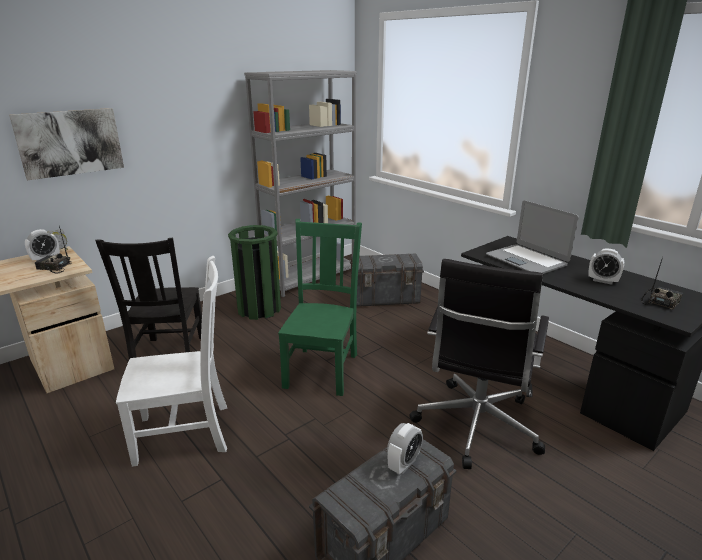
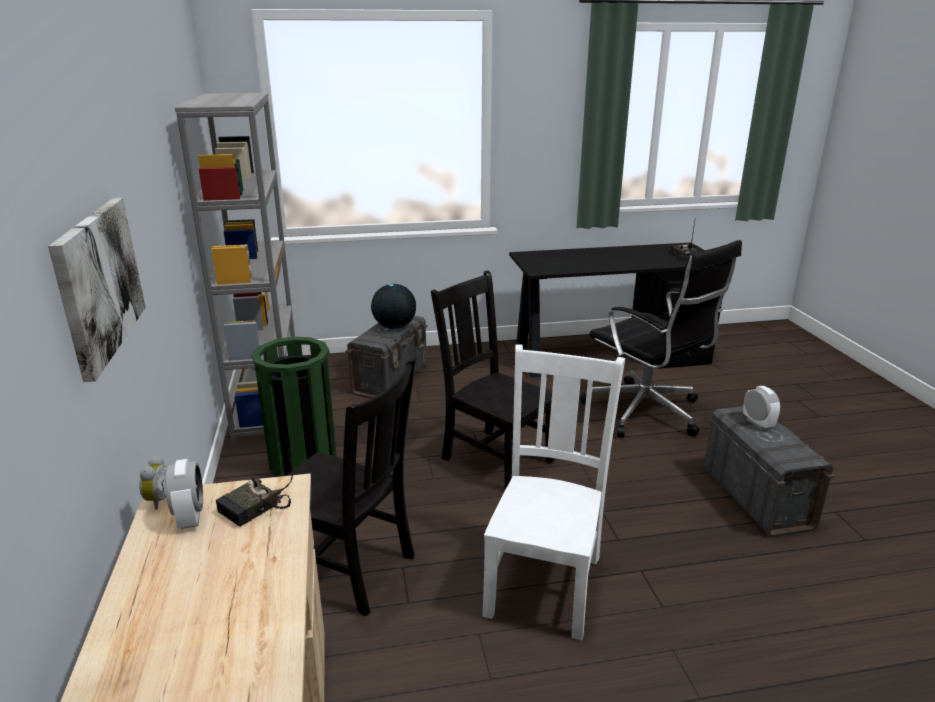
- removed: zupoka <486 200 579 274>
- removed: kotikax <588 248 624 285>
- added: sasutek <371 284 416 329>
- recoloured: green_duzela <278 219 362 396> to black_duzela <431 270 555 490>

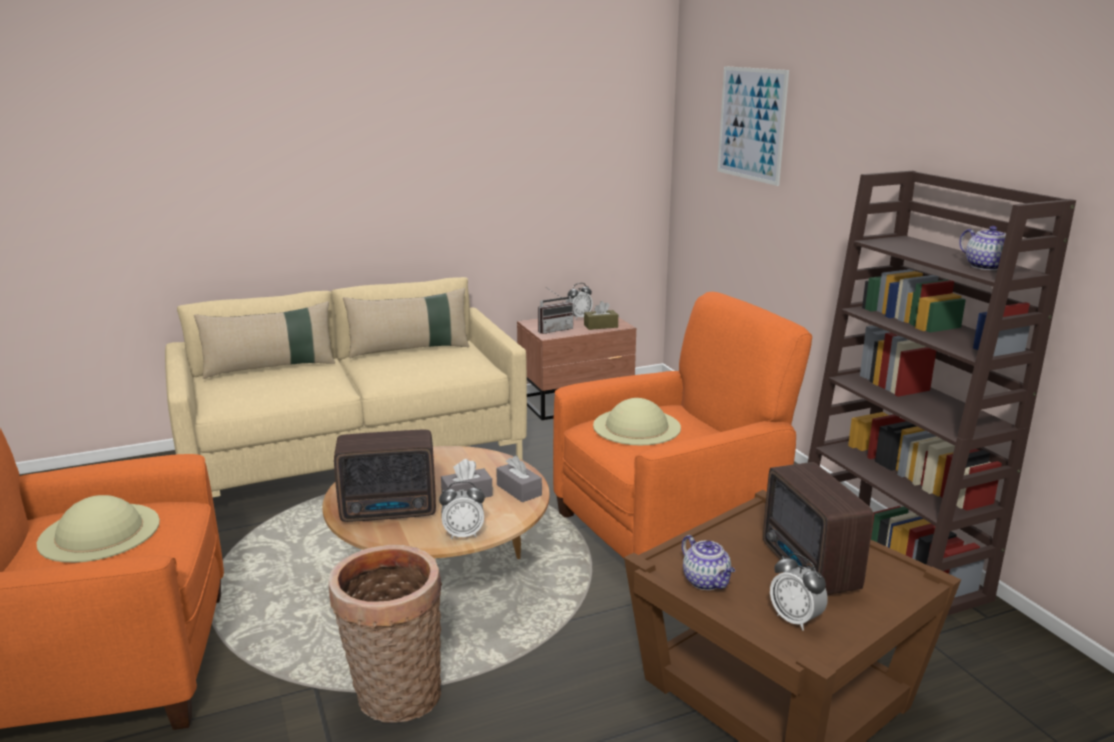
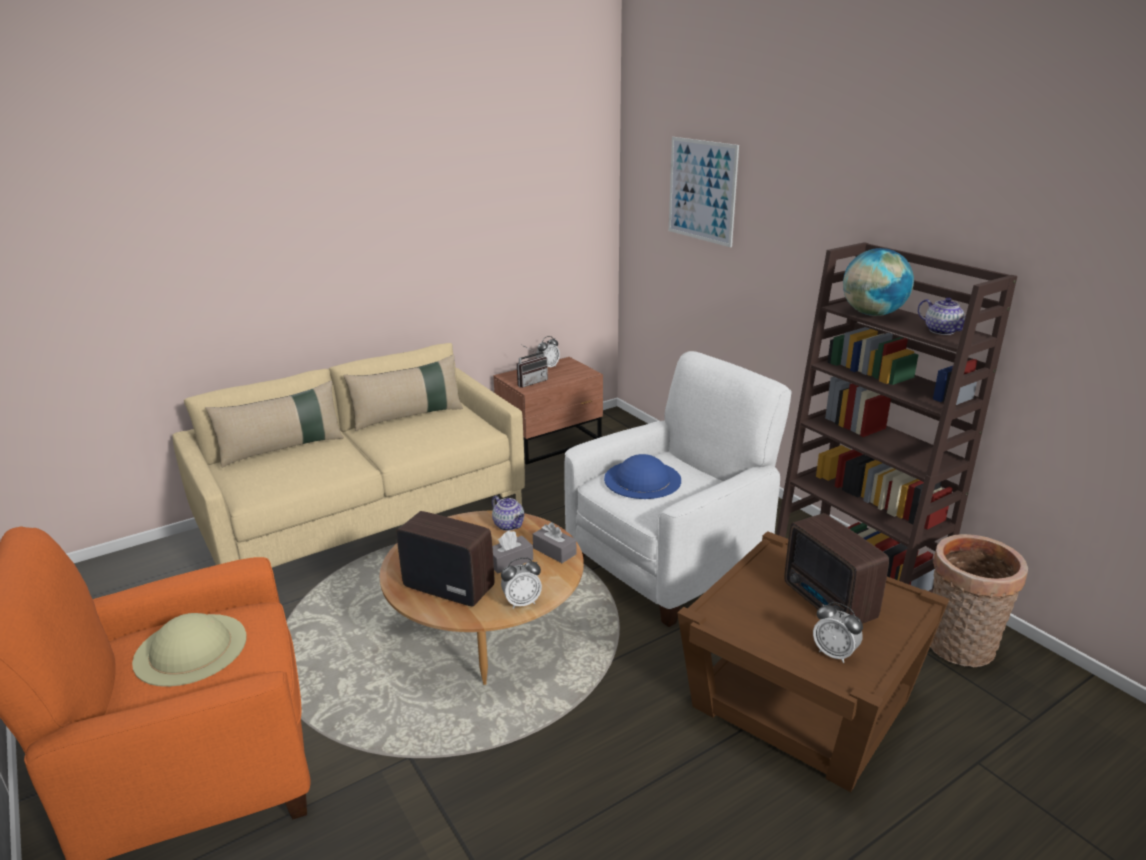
- removed: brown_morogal <584 301 618 330>
- added: sasutek <843 248 914 316>
- moved: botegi <328 545 442 723> to <930 534 1028 667>
- moved: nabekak <682 535 735 590> to <492 496 525 531>
- recoloured: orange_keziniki <553 292 812 558> to white_keziniki <564 351 792 627>
- recoloured: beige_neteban <593 398 681 445> to blue_neteban <604 454 681 499>
- turned: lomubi <334 430 436 522> = <396 511 494 607> 135 degrees counterclockwise

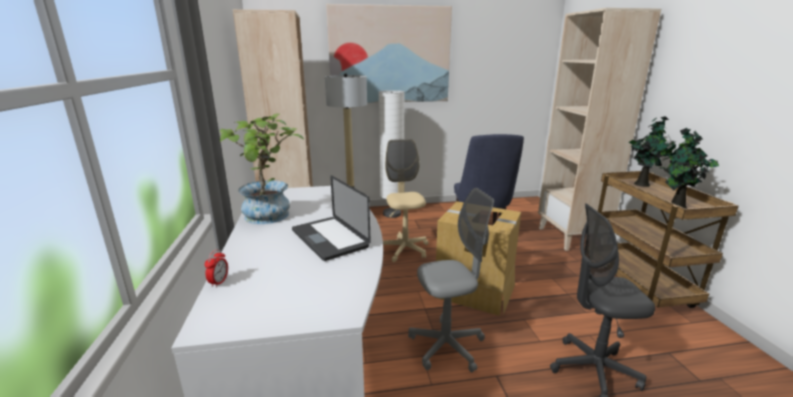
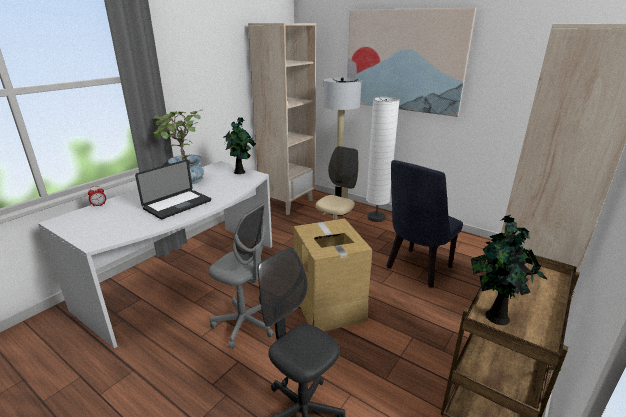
- moved: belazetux <628 116 676 187> to <224 117 256 174>
- turned: zupoka <292 175 371 261> = <135 160 211 219> 150 degrees counterclockwise

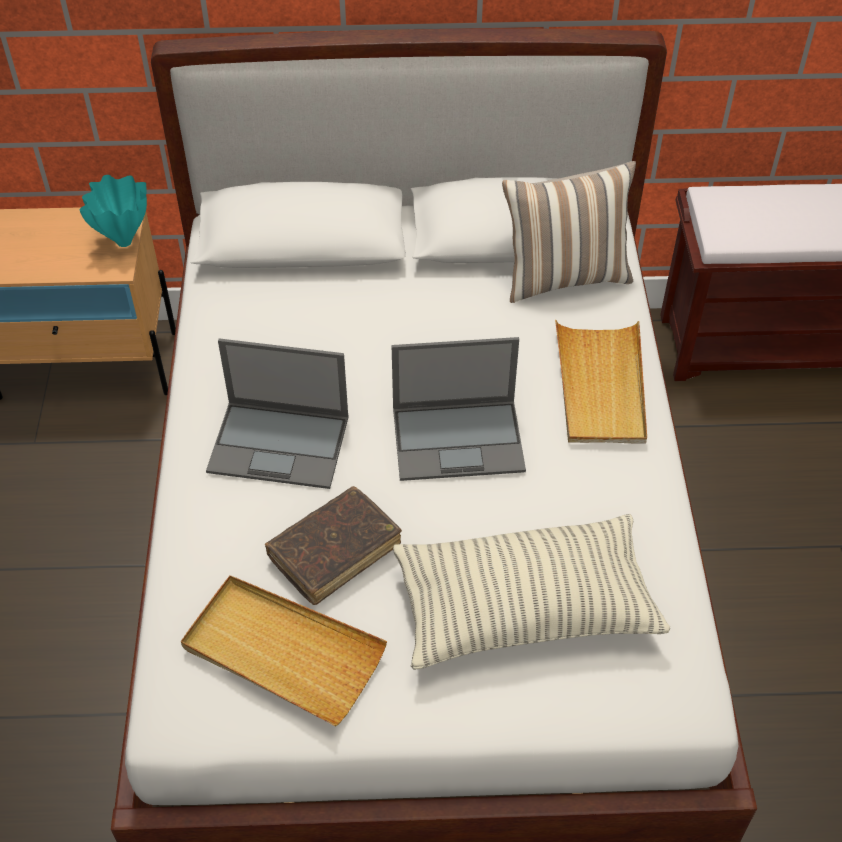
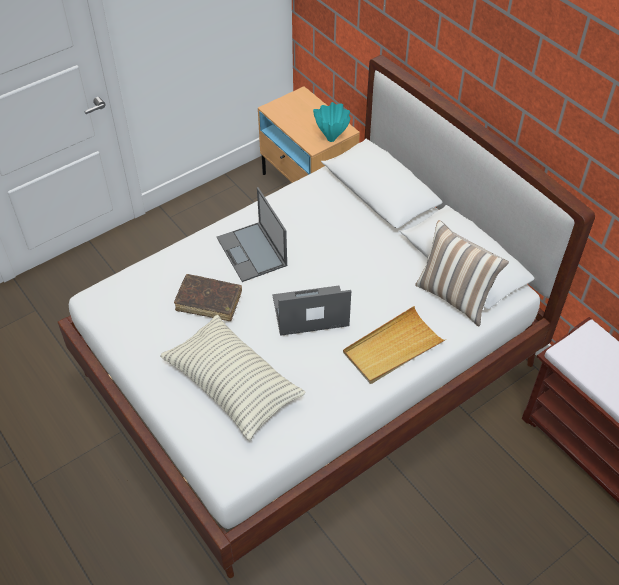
- removed: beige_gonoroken <181 575 387 726>
- turned: zupoka <392 337 526 481> = <272 285 351 336> 120 degrees clockwise

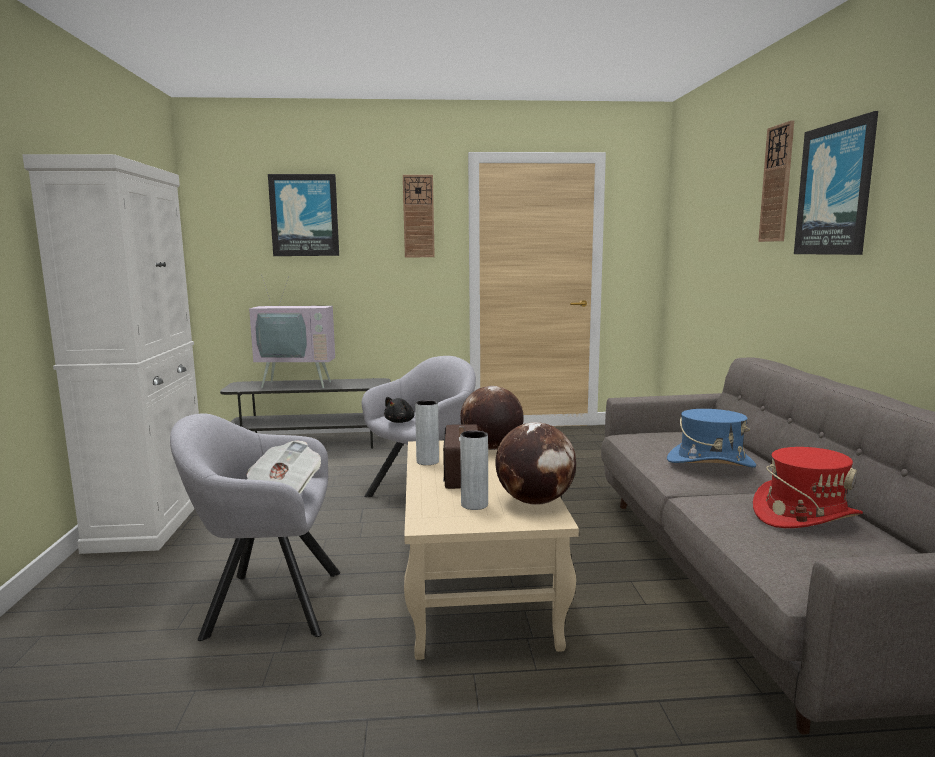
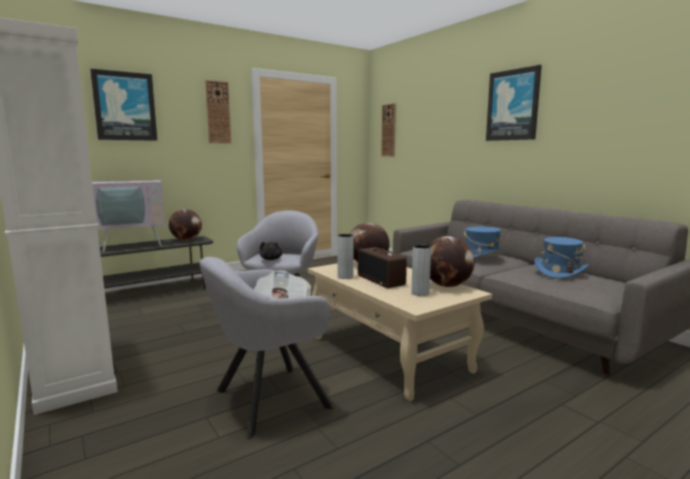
- added: sasutek <169 209 202 241>
- moved: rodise <758 120 794 242> to <381 103 396 157>
- recoloured: red_neteban <753 447 863 528> to blue_neteban <535 237 589 279>

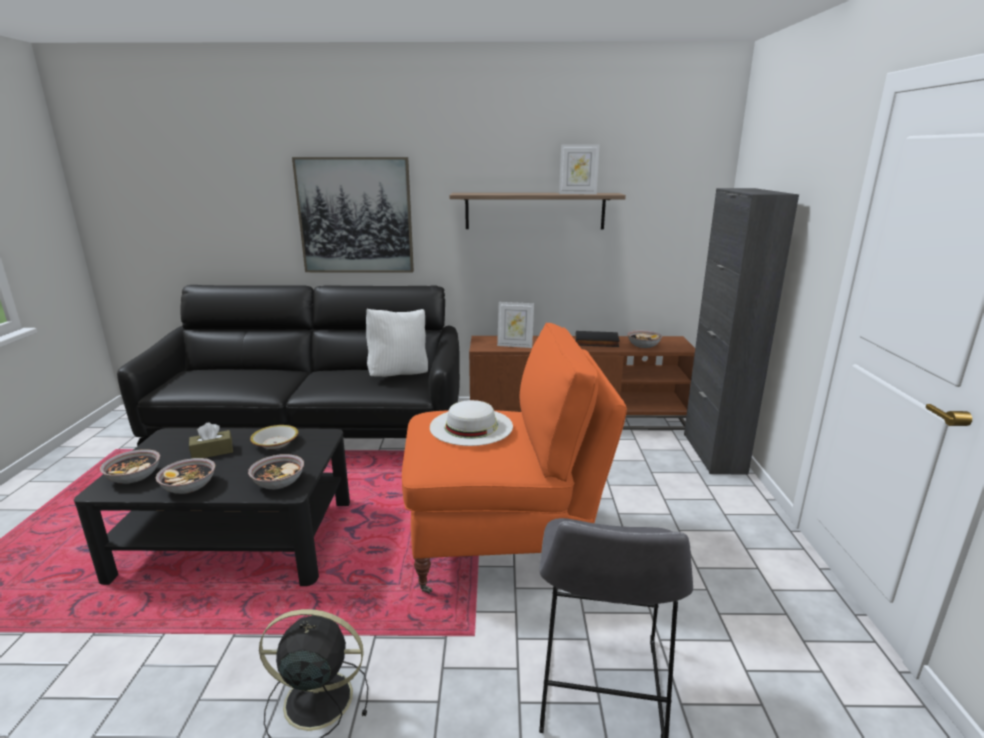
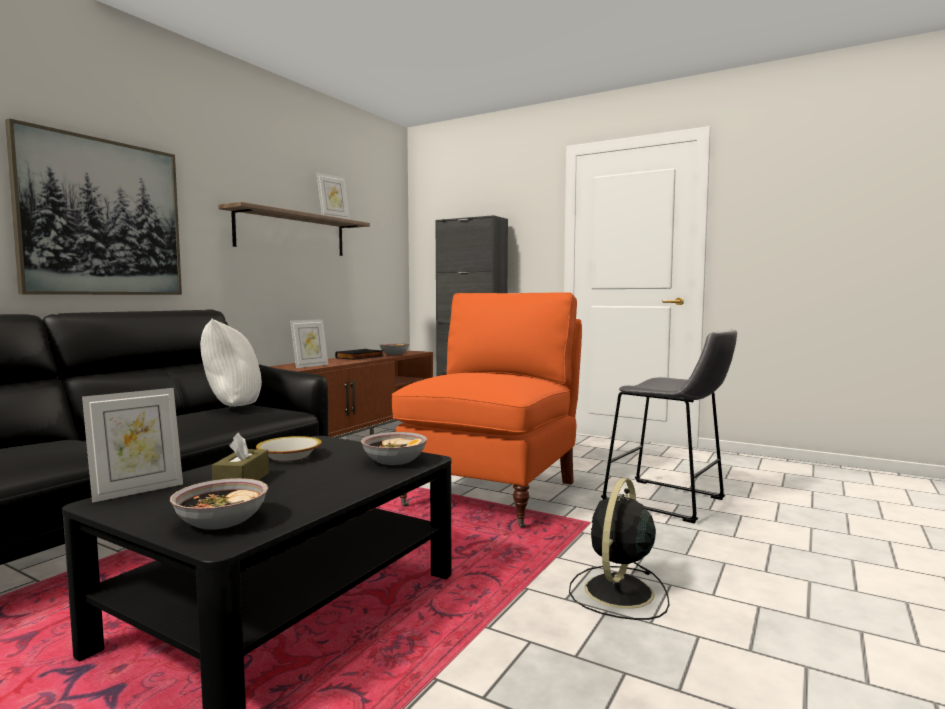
- removed: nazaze <156 458 215 494>
- removed: white_neteban <430 400 513 446>
- added: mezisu <82 388 183 503>

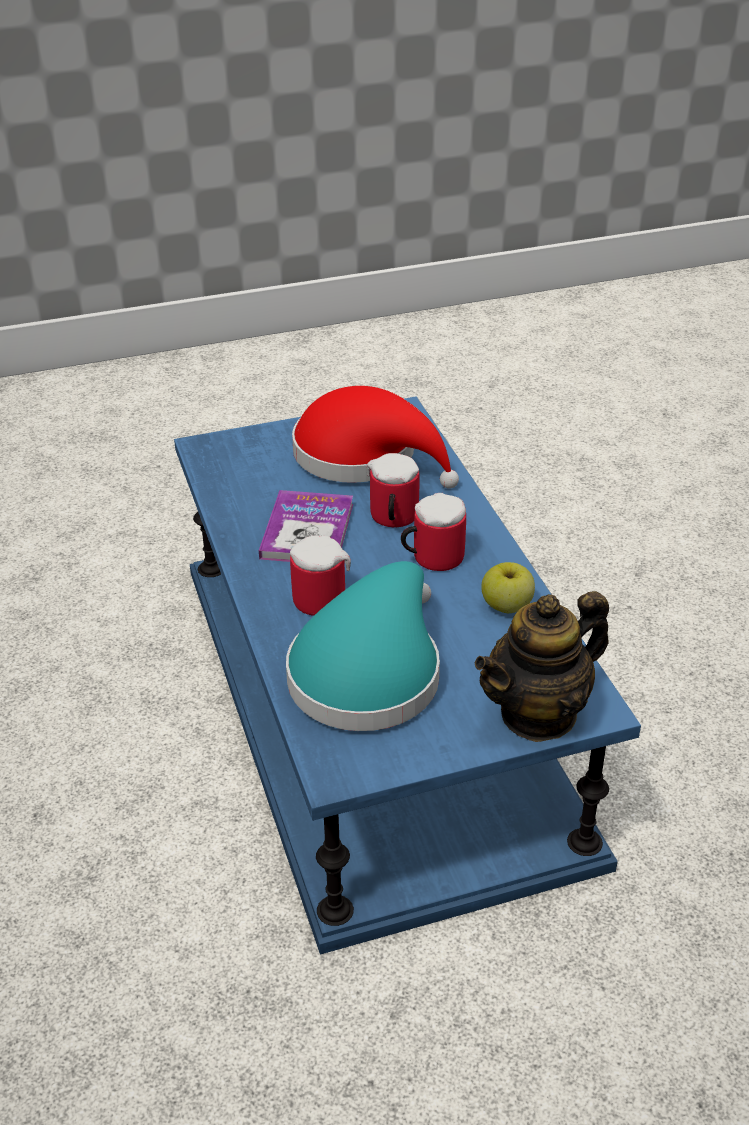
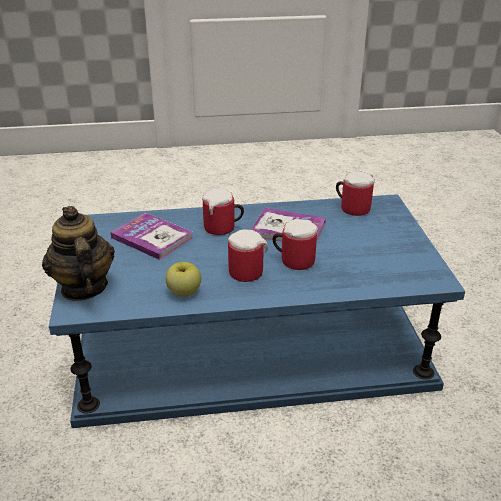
- removed: red_neteban <292 386 459 489>
- added: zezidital <336 171 375 216>
- replaced: turquoise_neteban <286 561 440 731> to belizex <110 213 193 260>

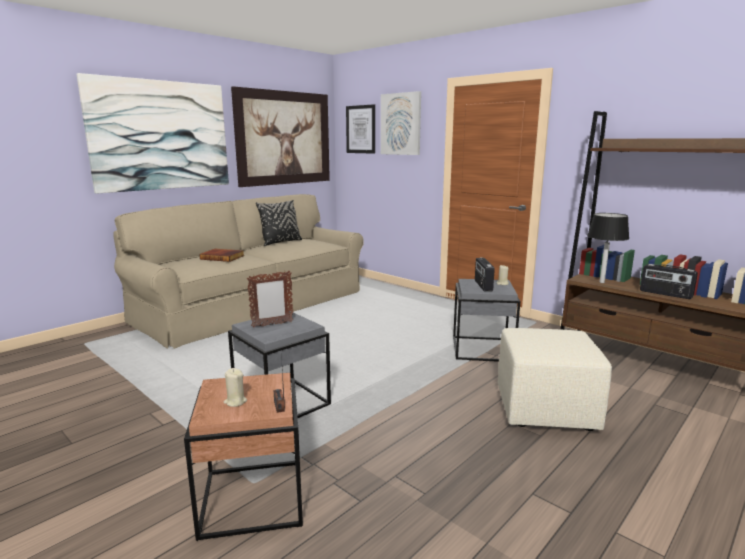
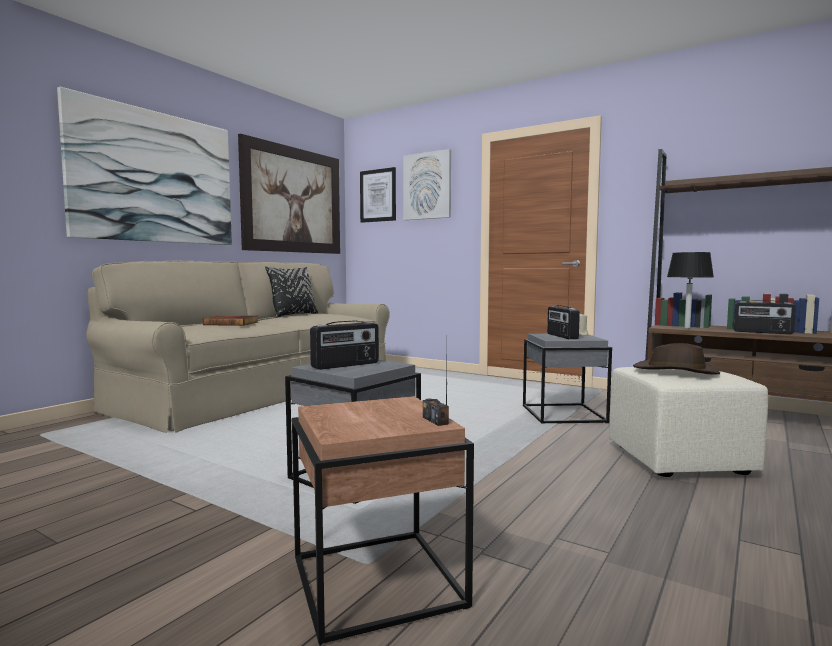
- removed: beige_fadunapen <224 368 247 407>
- added: brown_neteban <633 343 720 375>
- replaced: mezisu <247 271 294 328> to lomubi <310 321 379 370>

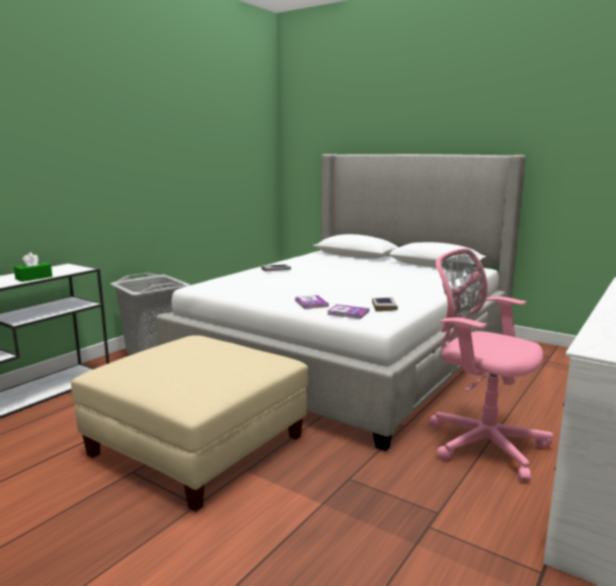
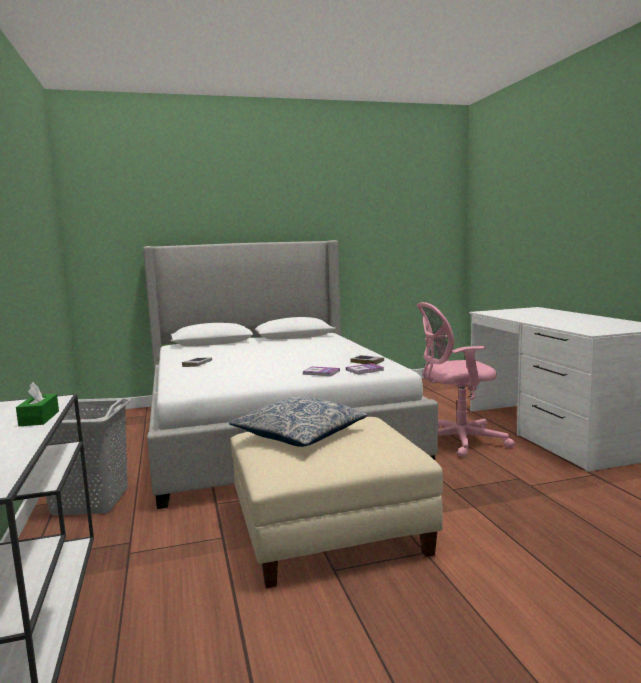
- added: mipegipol <229 396 368 447>

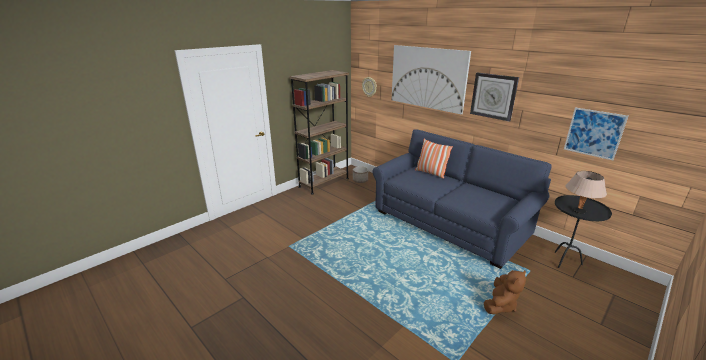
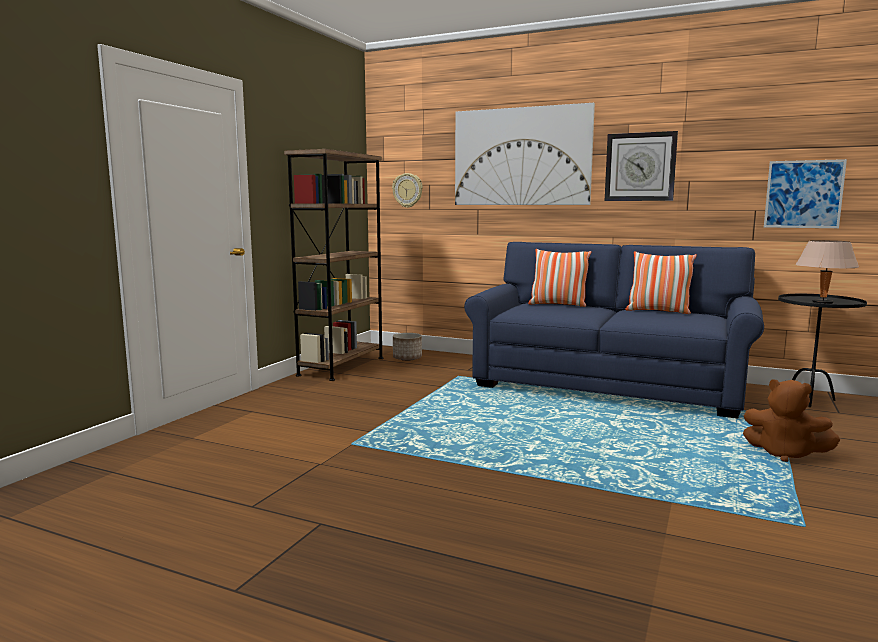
- added: mipegipol <625 251 697 314>
- turned: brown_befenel <484 270 526 315> = <743 379 840 462> 105 degrees clockwise

